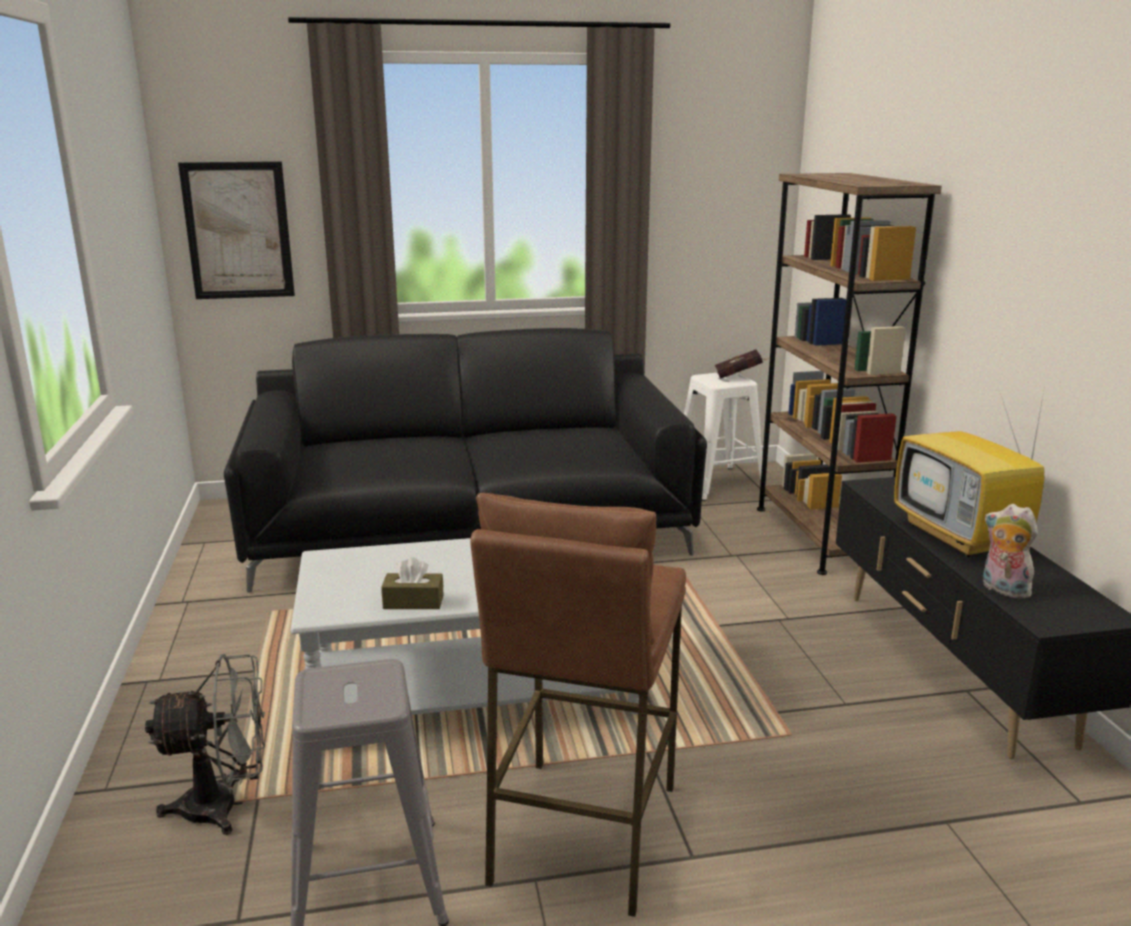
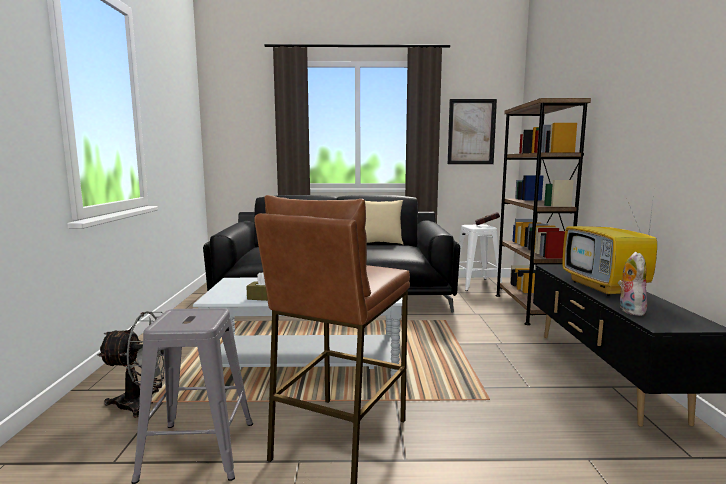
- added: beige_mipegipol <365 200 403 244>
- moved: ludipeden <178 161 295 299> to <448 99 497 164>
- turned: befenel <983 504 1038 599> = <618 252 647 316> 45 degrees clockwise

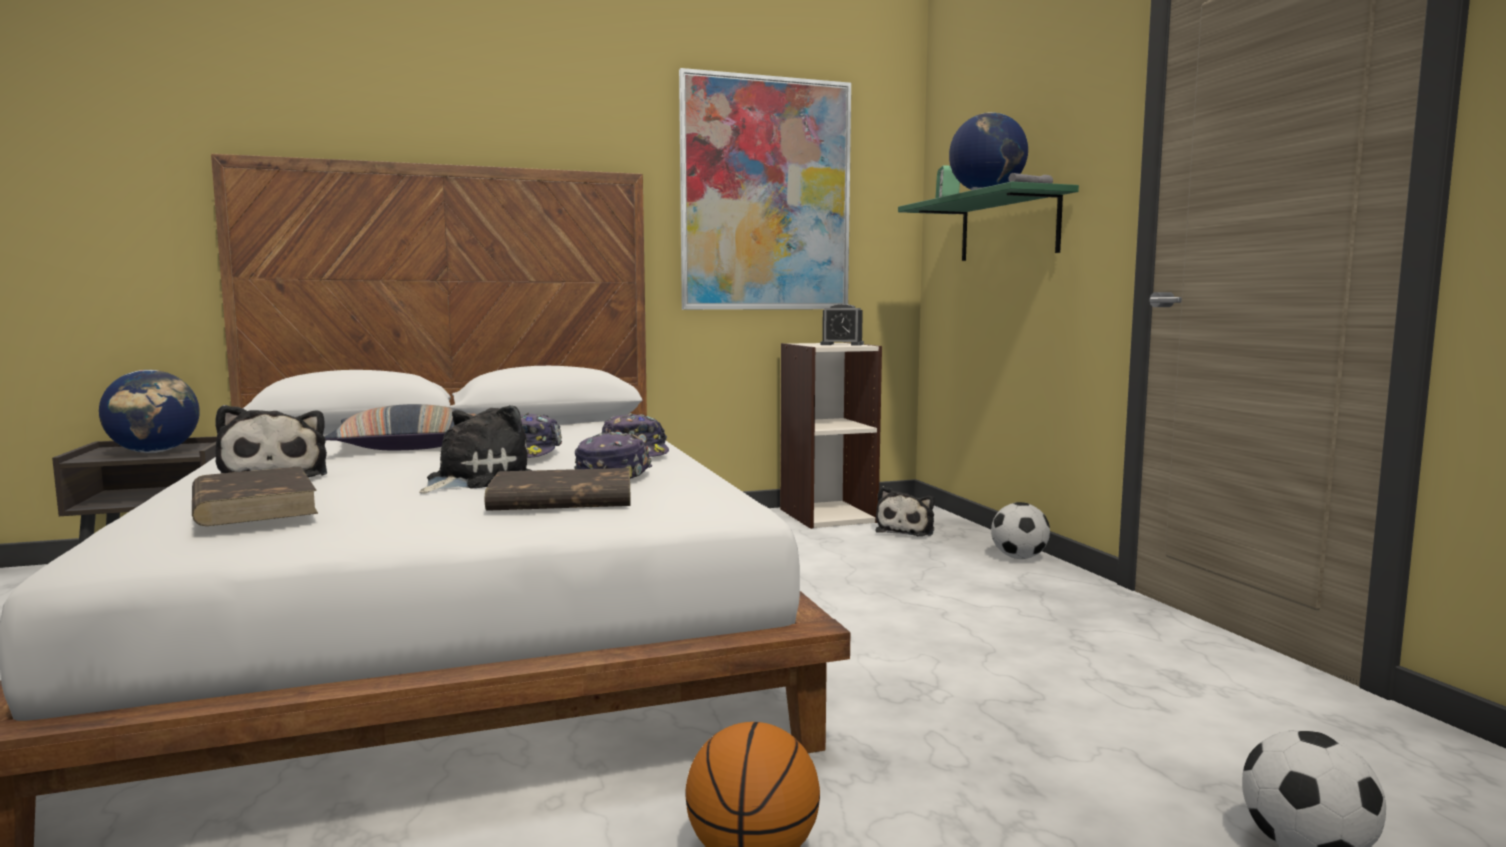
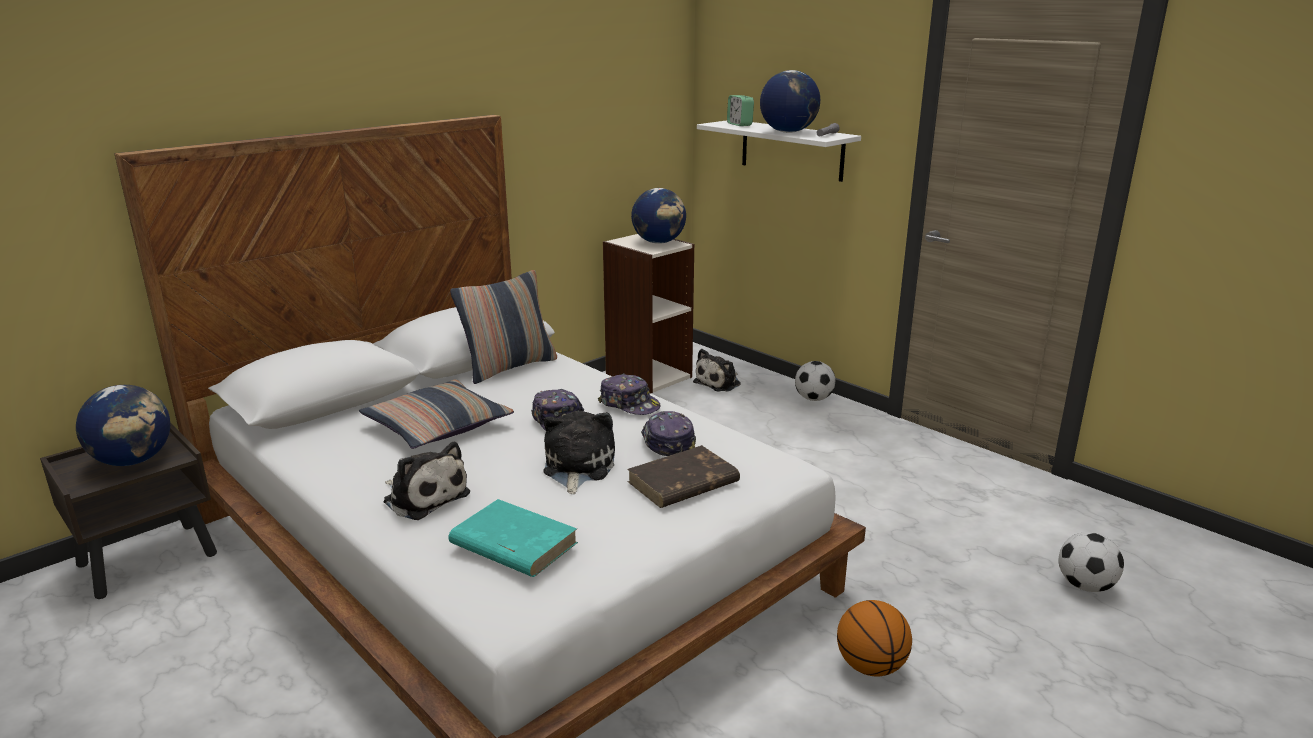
- removed: ludipeden <679 68 851 310>
- added: mipegipol <450 270 557 384>
- replaced: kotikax <820 304 864 346> to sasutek <631 188 686 244>
- recoloured: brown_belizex <192 467 318 526> to turquoise_belizex <448 499 578 577>
- recoloured: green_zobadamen <898 182 1079 261> to white_zobadamen <697 120 861 182>
- turned: befenel <875 486 934 536> = <693 349 741 392> 45 degrees clockwise

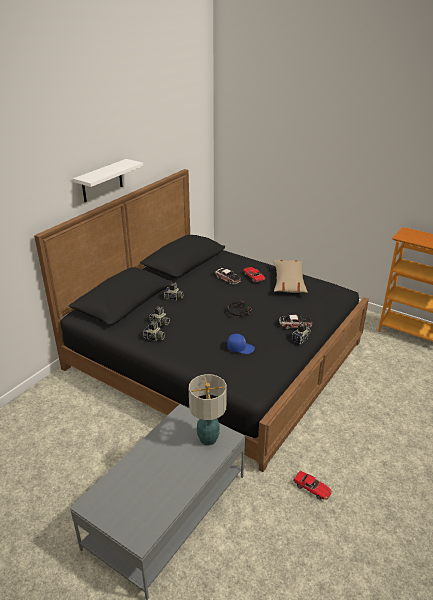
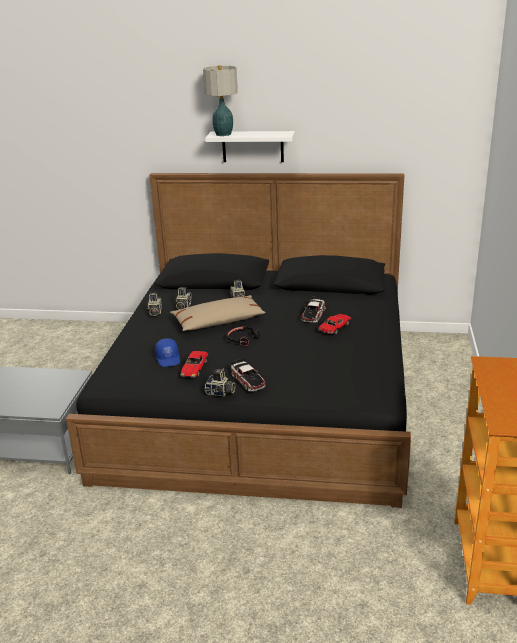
- moved: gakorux <189 374 227 446> to <203 65 238 136>
- moved: beige_mipegipol <273 260 308 293> to <170 295 266 331>
- moved: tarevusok <293 471 332 500> to <180 351 208 377>

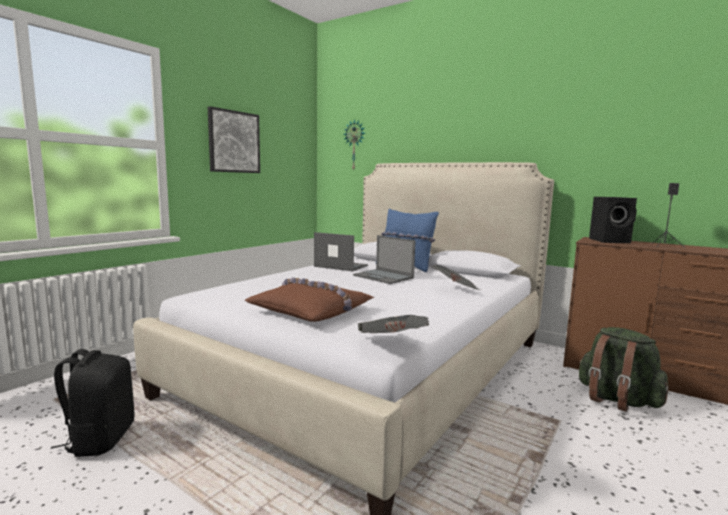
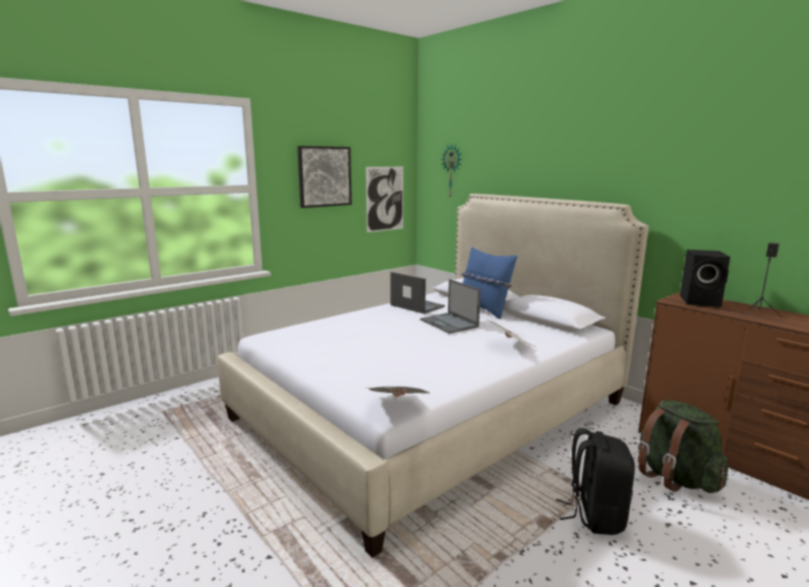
- removed: brown_mipegipol <245 277 374 322>
- added: ludipeden <366 167 403 232>
- moved: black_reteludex <51 349 134 457> to <556 428 635 535>

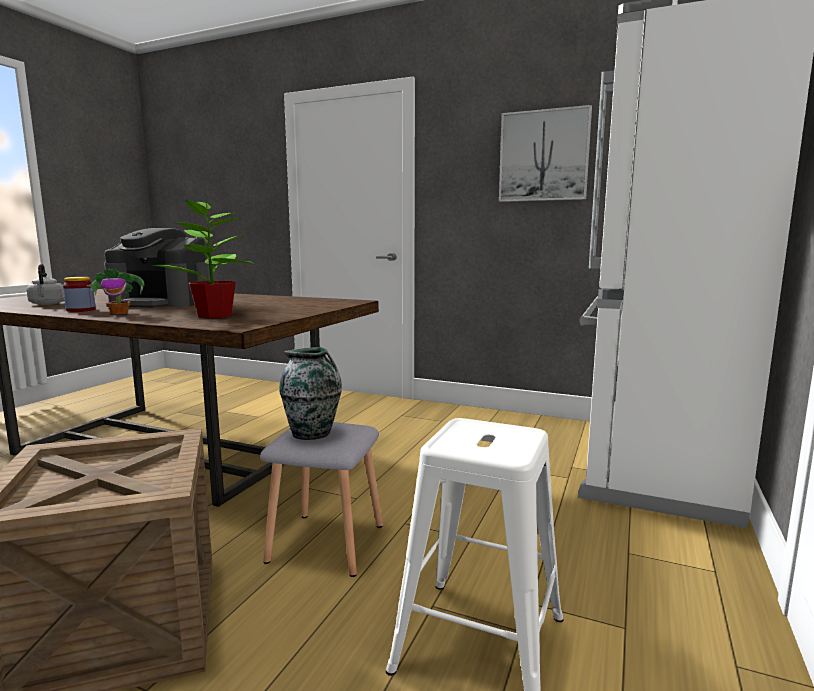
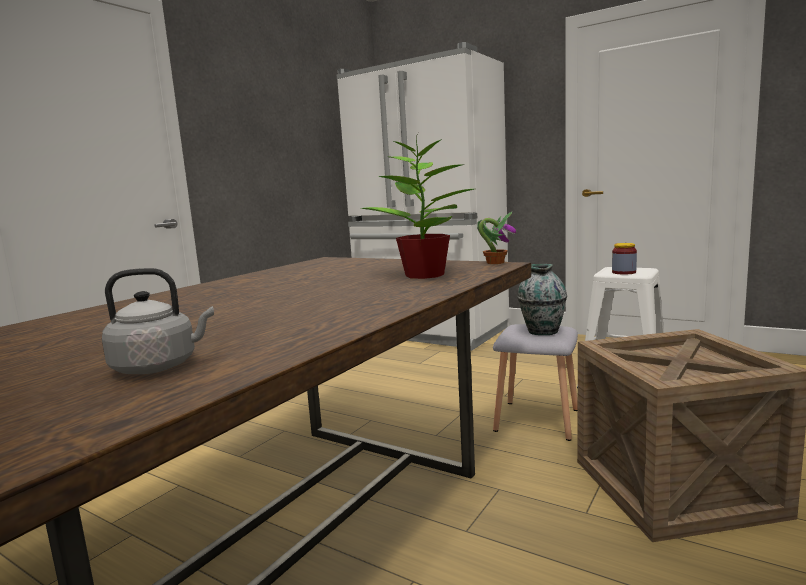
- removed: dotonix <104 228 208 308>
- removed: ludipeden <499 105 592 202>
- moved: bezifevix <63 277 96 312> to <612 243 637 275>
- moved: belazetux <87 268 144 314> to <477 212 516 264>

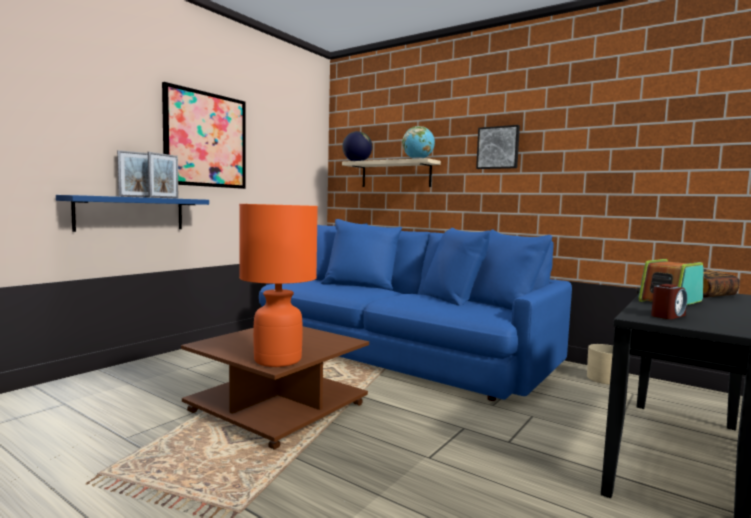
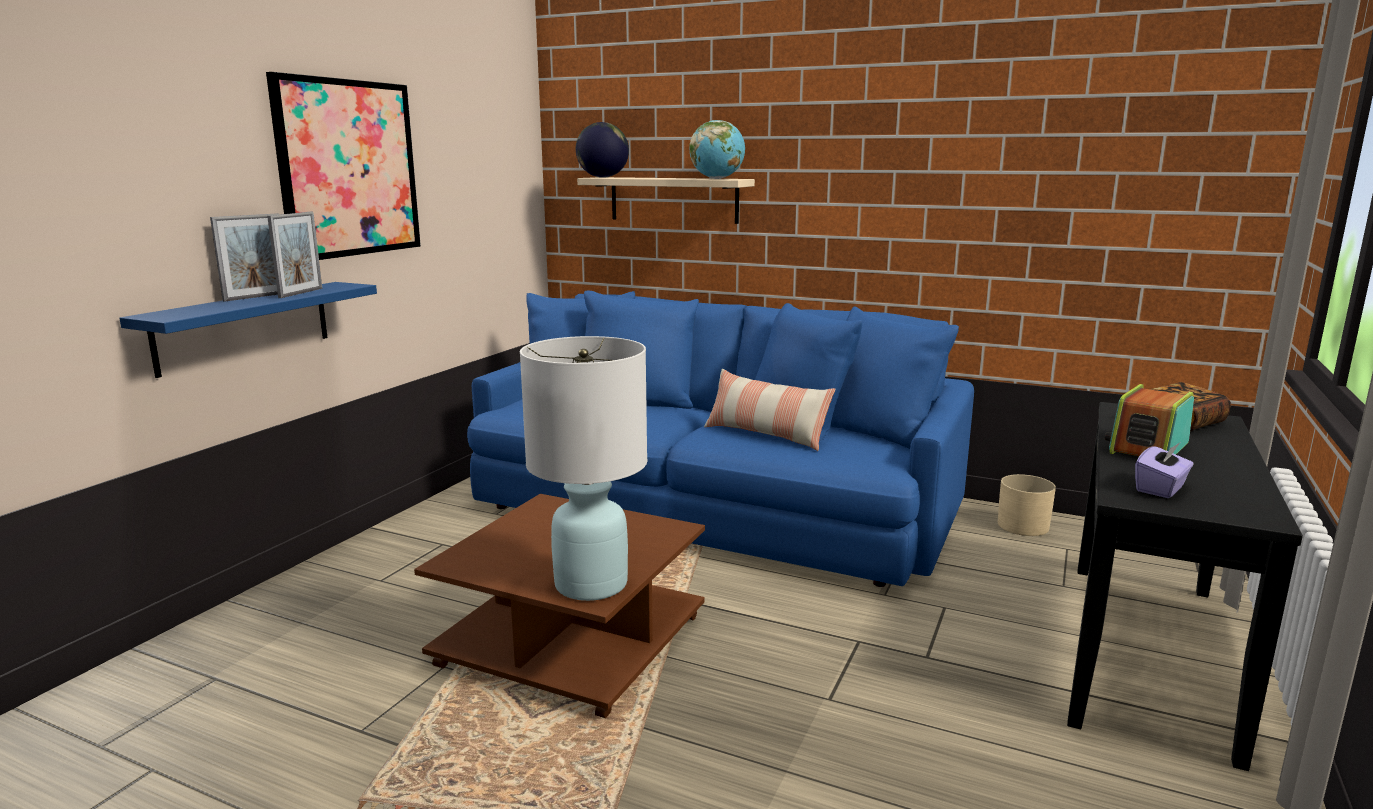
- removed: ludipeden <476 125 520 169>
- added: mipegipol <704 369 836 451>
- replaced: kotikax <651 284 687 319> to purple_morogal <1135 443 1193 498>
- recoloured: orange_gakorux <239 204 318 367> to white_gakorux <520 336 647 601>

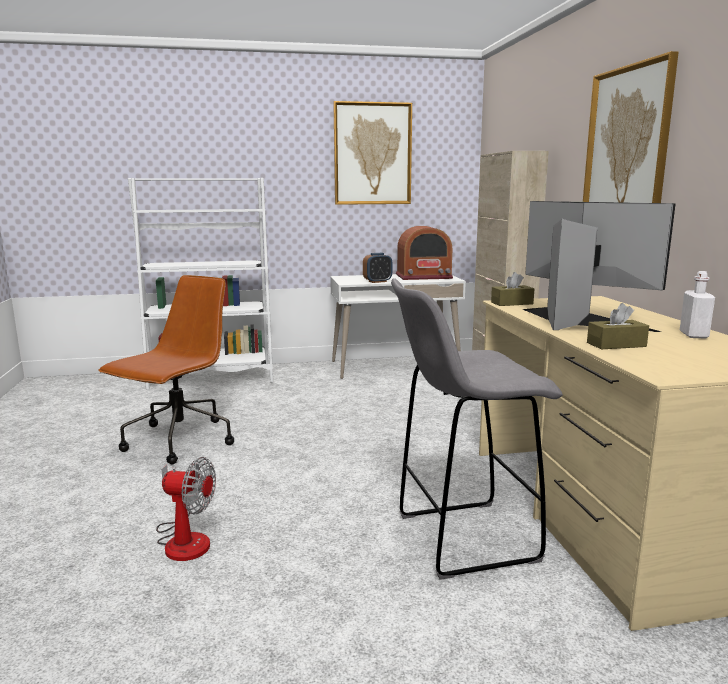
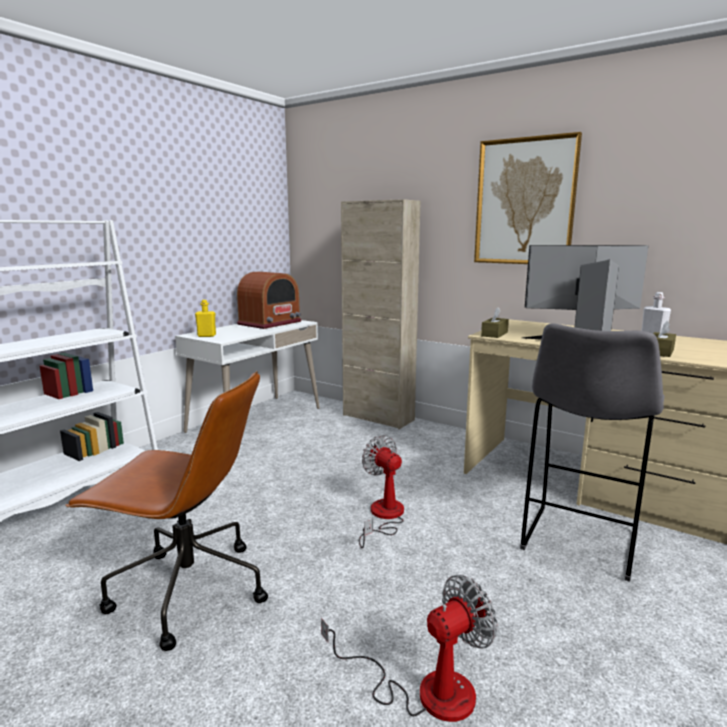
- removed: ludipeden <333 101 412 205>
- removed: kotikax <363 253 393 283>
- added: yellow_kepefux <195 300 216 337>
- added: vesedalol <359 435 404 548>
- turned: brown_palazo <98 275 234 464> = <65 371 268 651> 120 degrees clockwise

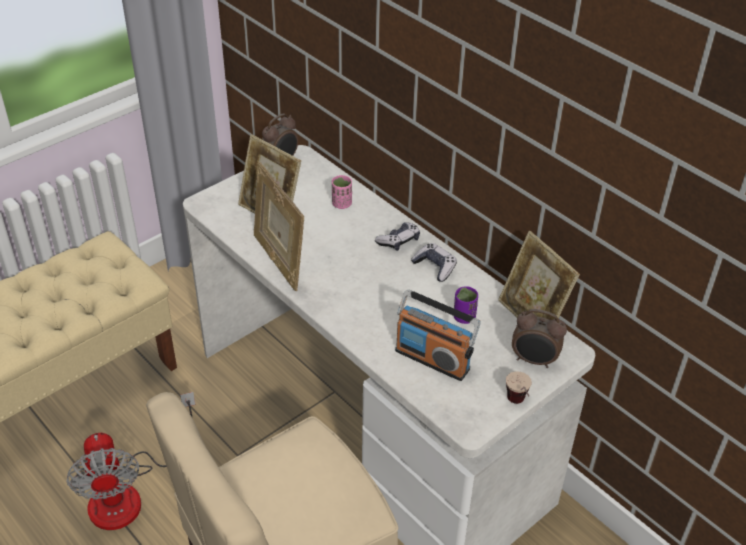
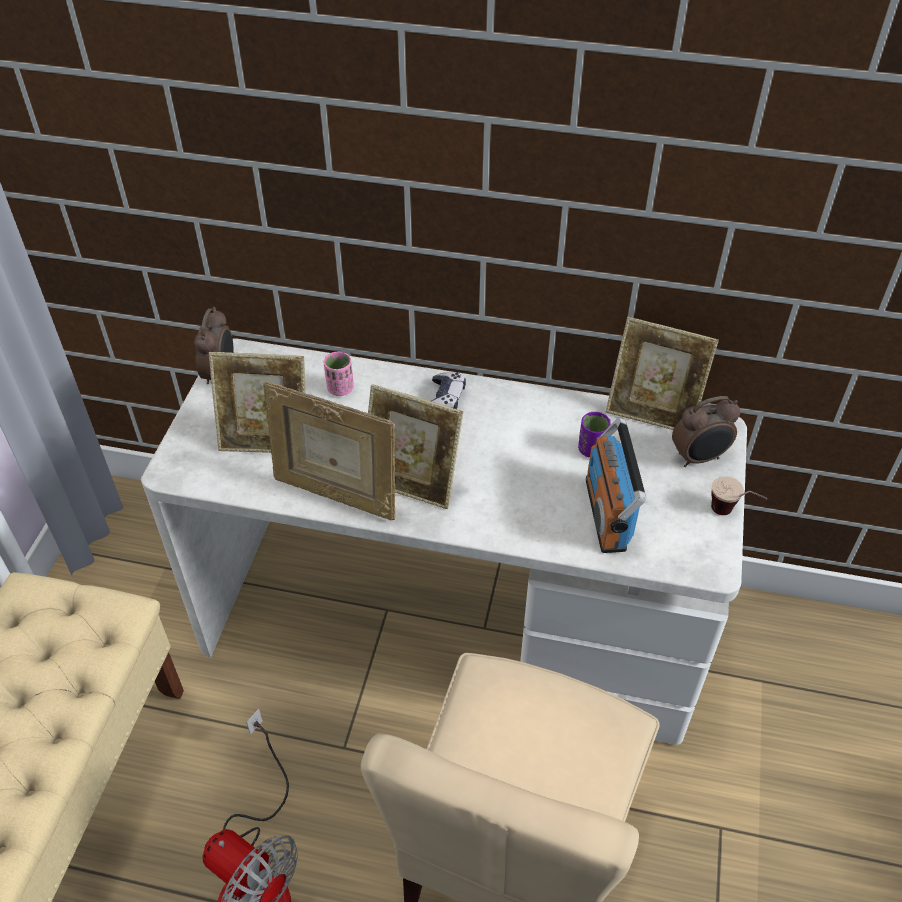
- removed: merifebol <411 243 457 282>
- added: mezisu <368 384 463 509>
- turned: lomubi <395 290 481 381> = <586 418 646 553> 90 degrees clockwise

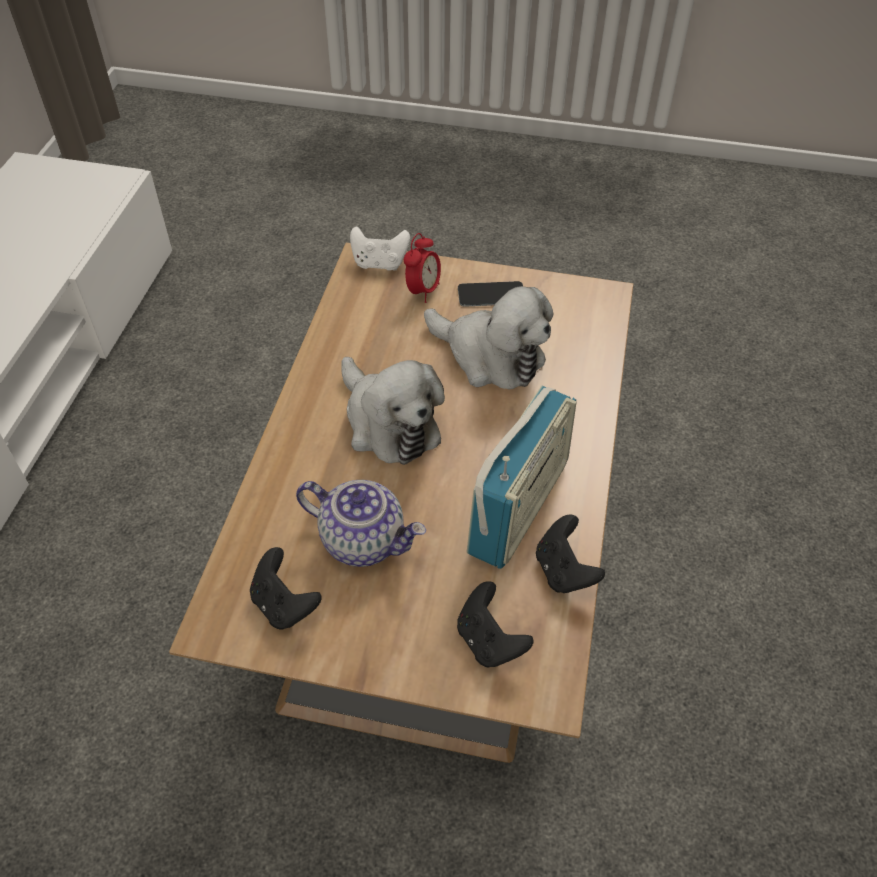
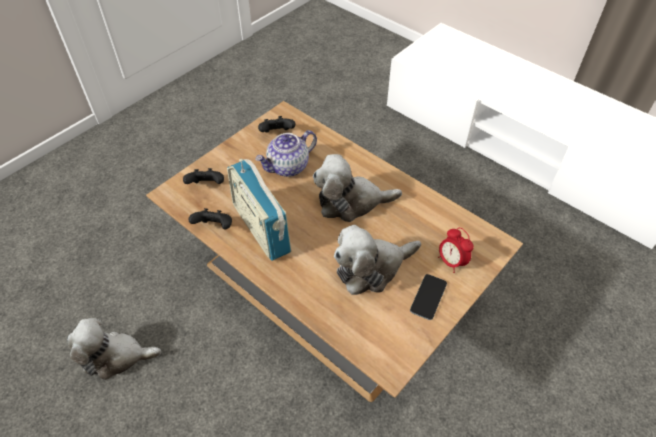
- removed: white_merifebol <350 227 410 271>
- added: befenel <67 318 162 380>

